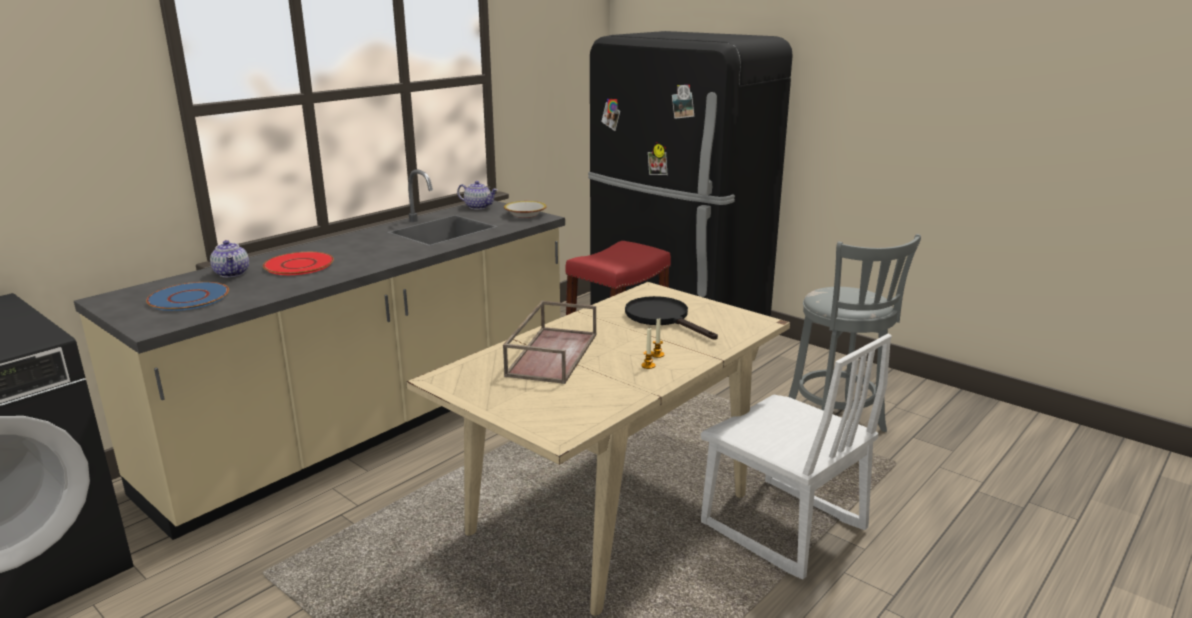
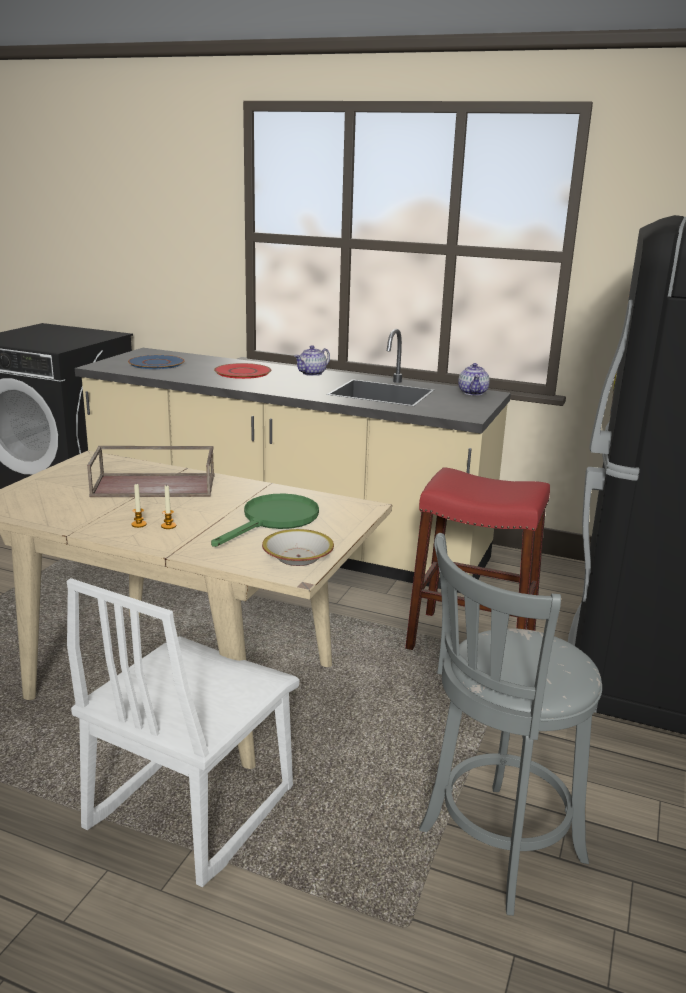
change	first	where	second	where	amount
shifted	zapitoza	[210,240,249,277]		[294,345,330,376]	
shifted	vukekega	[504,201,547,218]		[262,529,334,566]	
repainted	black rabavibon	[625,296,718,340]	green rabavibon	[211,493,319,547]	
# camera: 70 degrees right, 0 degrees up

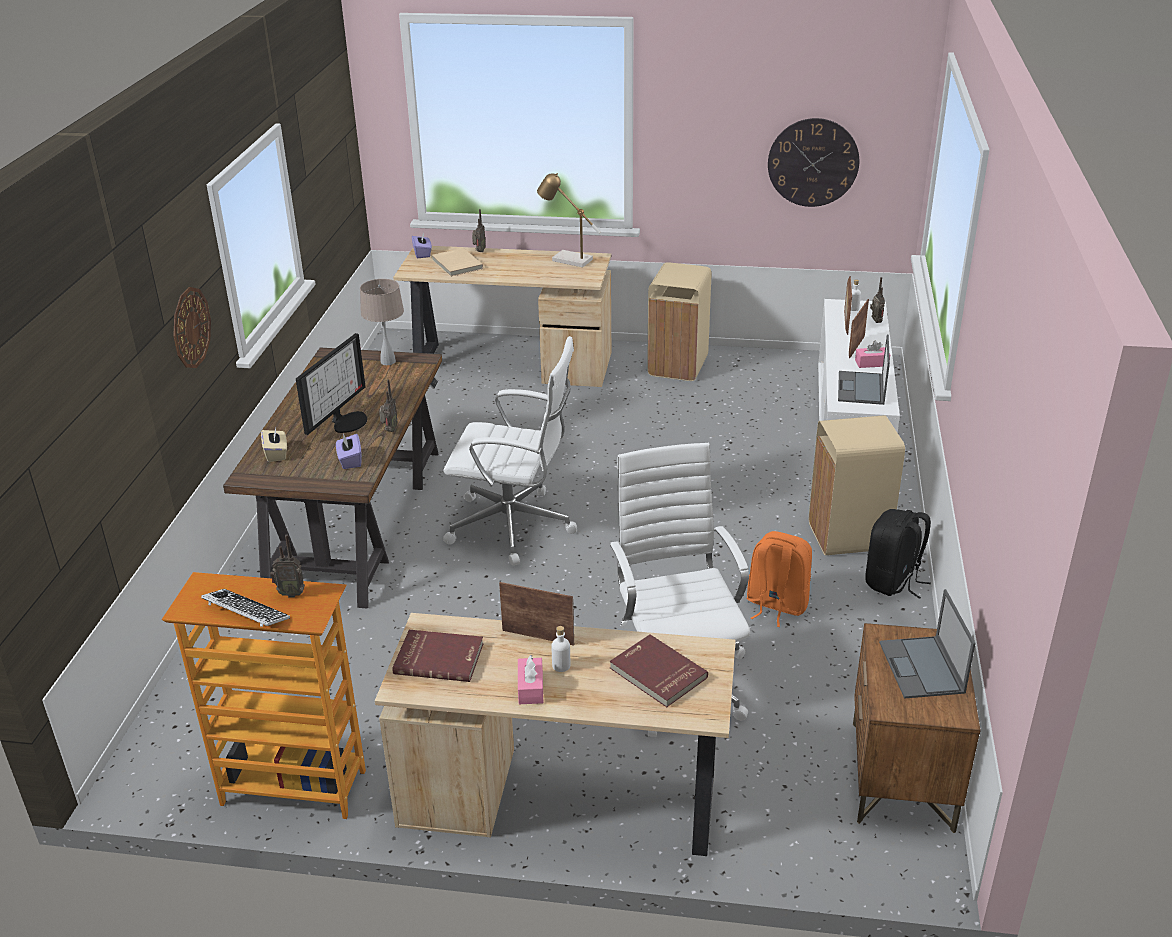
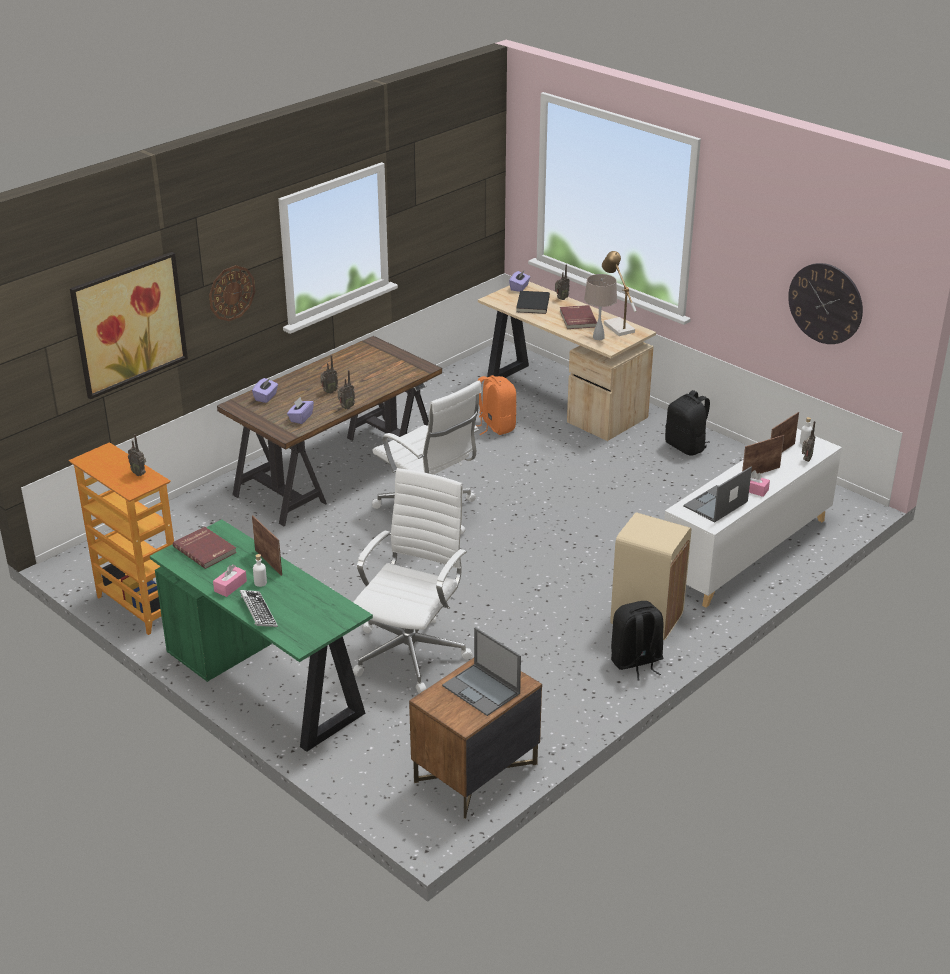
change	first	where	second	where	amount
shifted	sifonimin	[201,589,290,627]		[239,590,278,627]	
repainted	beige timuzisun	[261,428,287,462]	purple timuzisun	[252,378,278,403]	
swapped	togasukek	[296,333,367,435]	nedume	[320,355,338,394]	
shifted	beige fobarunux	[360,279,404,365]		[584,274,617,340]	
repainted	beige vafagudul	[375,613,736,856]	green vafagudul	[150,520,373,752]	
repainted	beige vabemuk	[432,248,484,277]	black vabemuk	[516,291,550,314]	
shifted	red vabemuk	[610,635,708,707]		[560,305,597,329]	
swapped	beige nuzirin	[647,262,711,381]	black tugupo	[665,390,710,456]	
shifted	orange tugupo	[747,531,812,627]		[478,375,516,435]	
rotated	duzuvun	[879,589,976,699]		[442,627,521,716]	75 degrees counterclockwise
new			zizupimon	[70,252,188,399]	
# camera: 35 degrees right, 0 degrees up

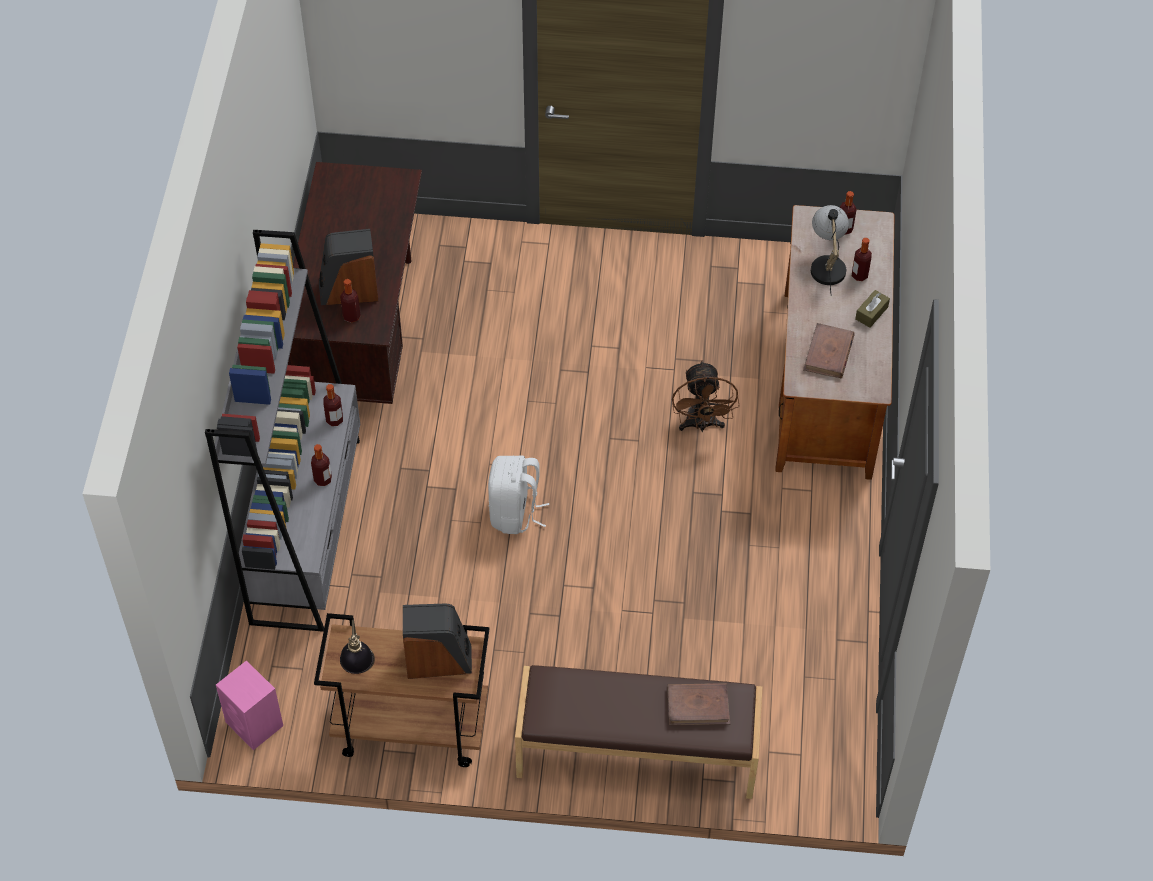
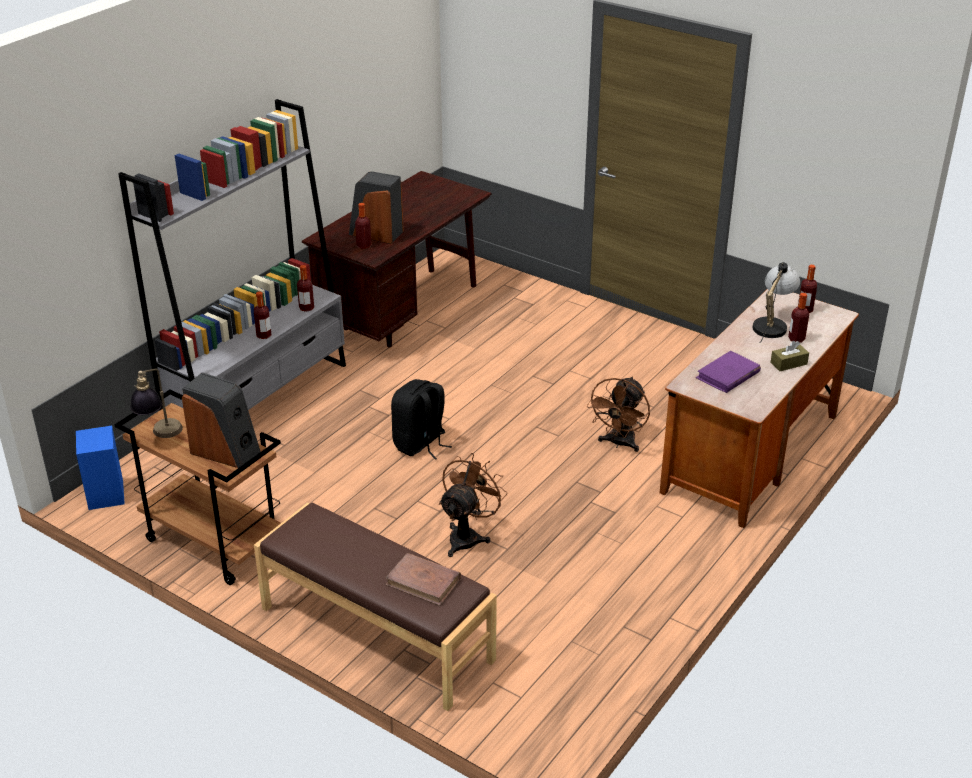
change	first	where	second	where	amount
repainted	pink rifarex	[216,660,283,750]	blue rifarex	[76,426,125,510]	
repainted	white tugupo	[488,456,549,534]	black tugupo	[391,379,452,460]	
repainted	brown vabemuk	[803,323,855,378]	purple vabemuk	[696,351,761,393]	
new			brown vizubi	[439,453,508,557]	
# camera: 30 degrees right, 20 degrees down

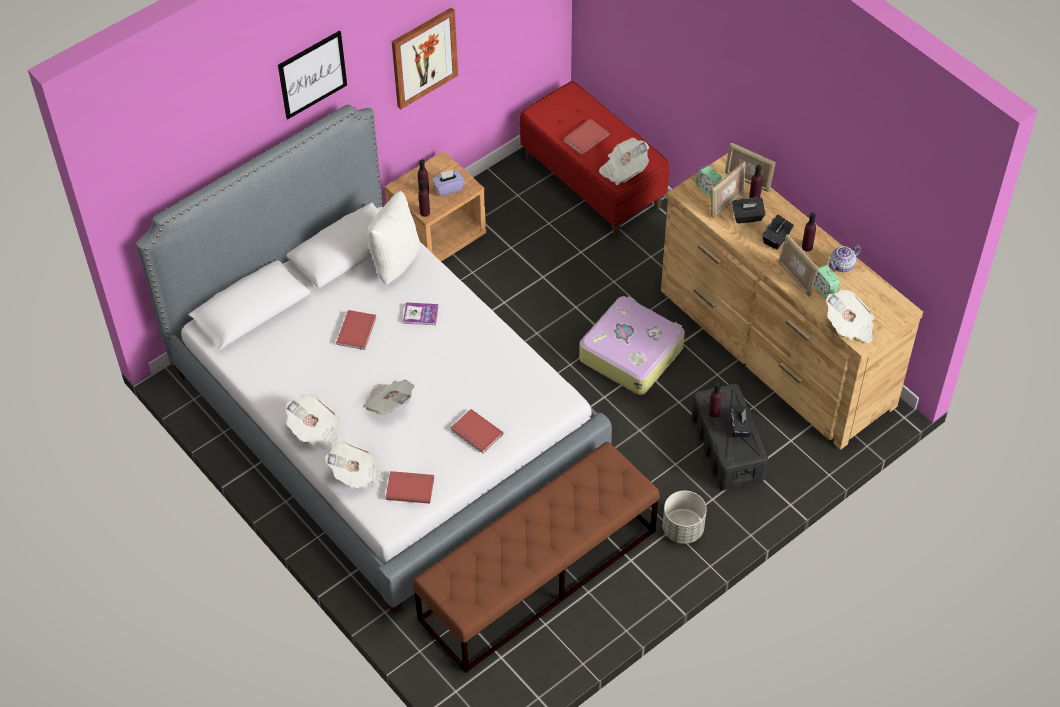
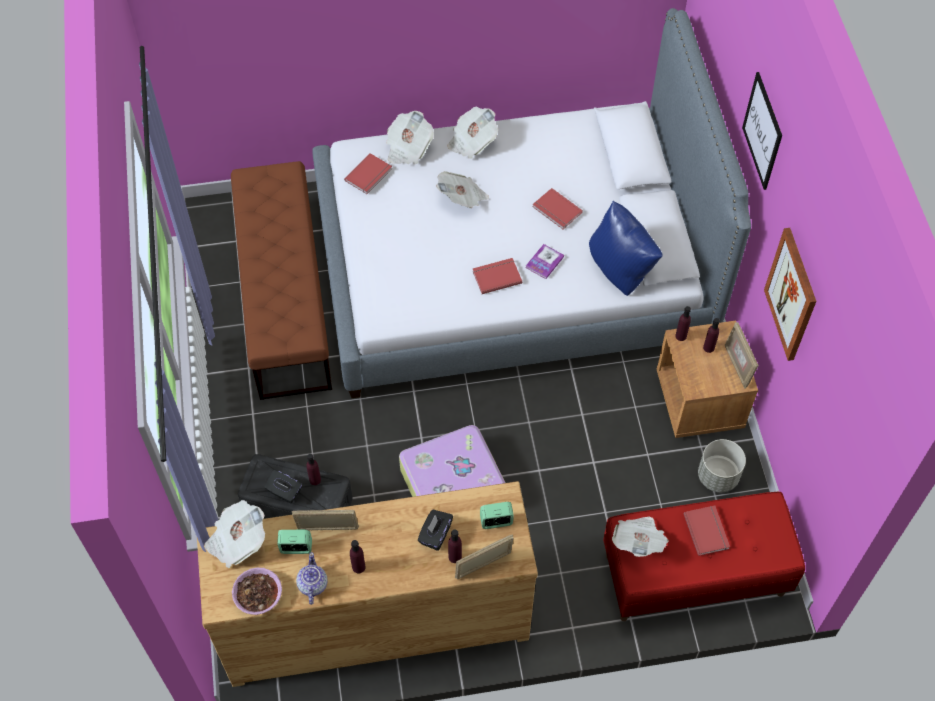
change	first	where	second	where	amount
repainted	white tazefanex	[367,191,420,285]	blue tazefanex	[589,201,663,296]	
gone	purple timuzisun	[432,170,465,196]			
shifted	red vabemuk	[451,409,504,453]		[473,258,522,294]	
shifted	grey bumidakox	[663,491,707,544]		[698,439,746,492]	
shifted	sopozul	[711,162,745,219]		[725,322,759,389]	
gone	black timuzisun	[762,215,794,249]			
new			vukekega	[232,568,282,615]	
# camera: 120 degrees right, 5 degrees up

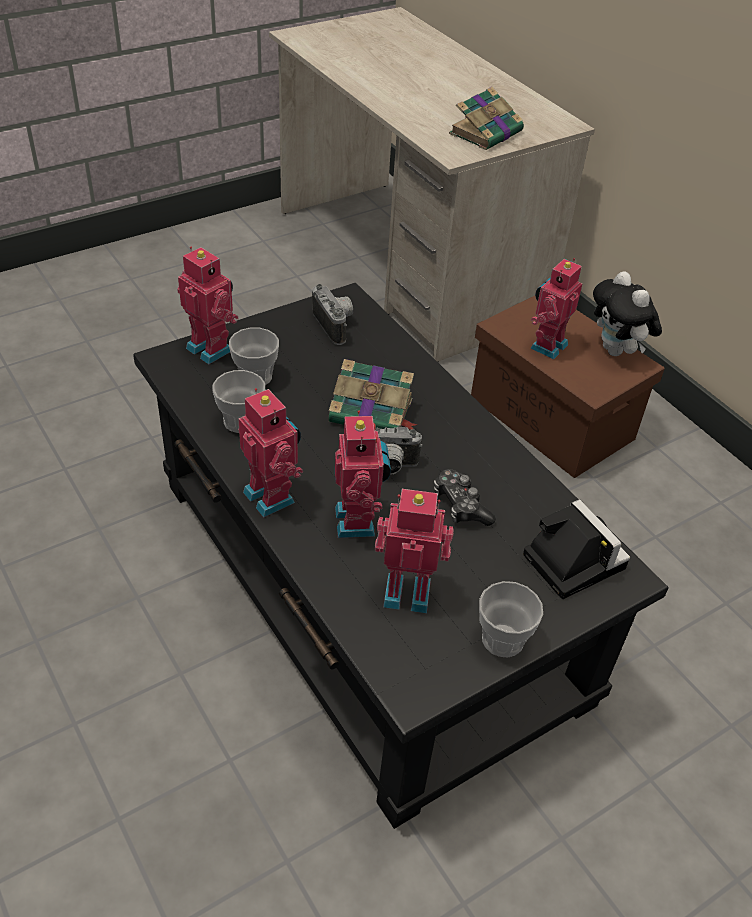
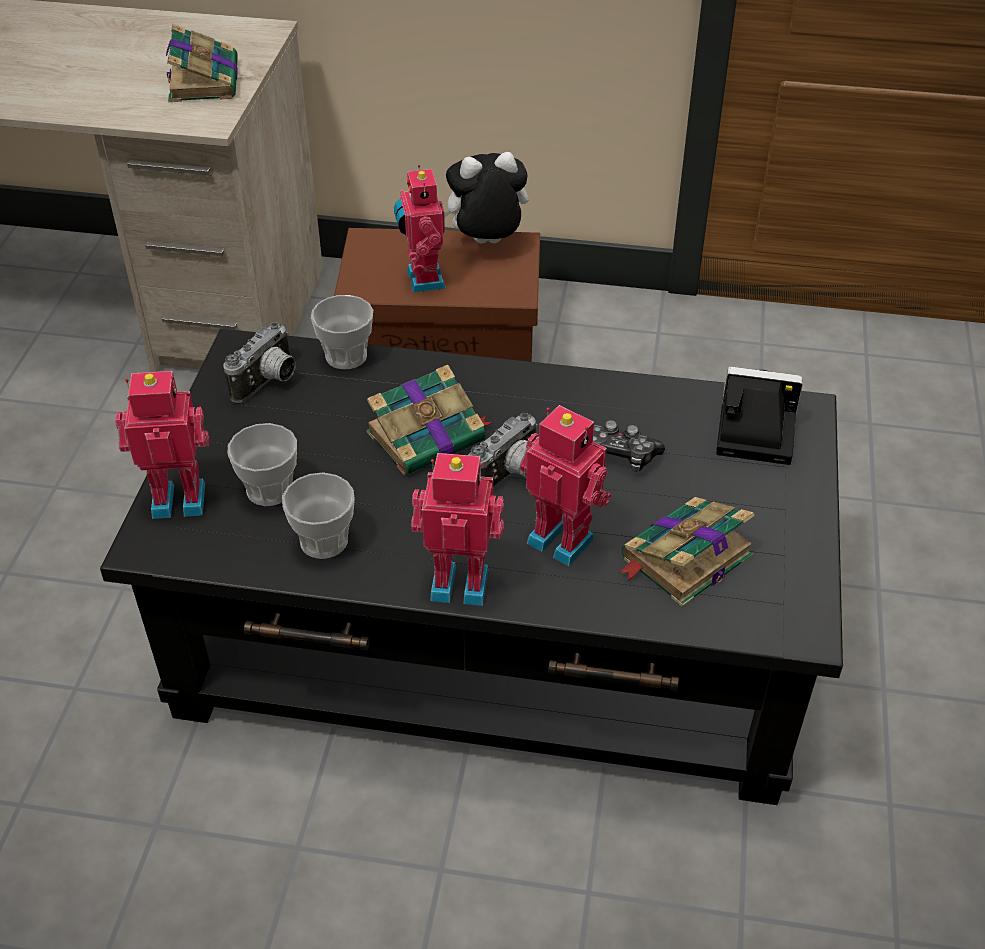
change	first	where	second	where	amount
rotated	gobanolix	[312,284,353,345]		[223,322,296,403]	105 degrees clockwise
swapped	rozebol	[375,489,454,613]	vabemuk	[618,497,755,607]	
shifted	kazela	[479,581,543,657]		[311,295,373,369]	
rotated	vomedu	[593,271,662,356]		[444,152,528,244]	150 degrees clockwise
# camera: 45 degrees left, 0 degrees up

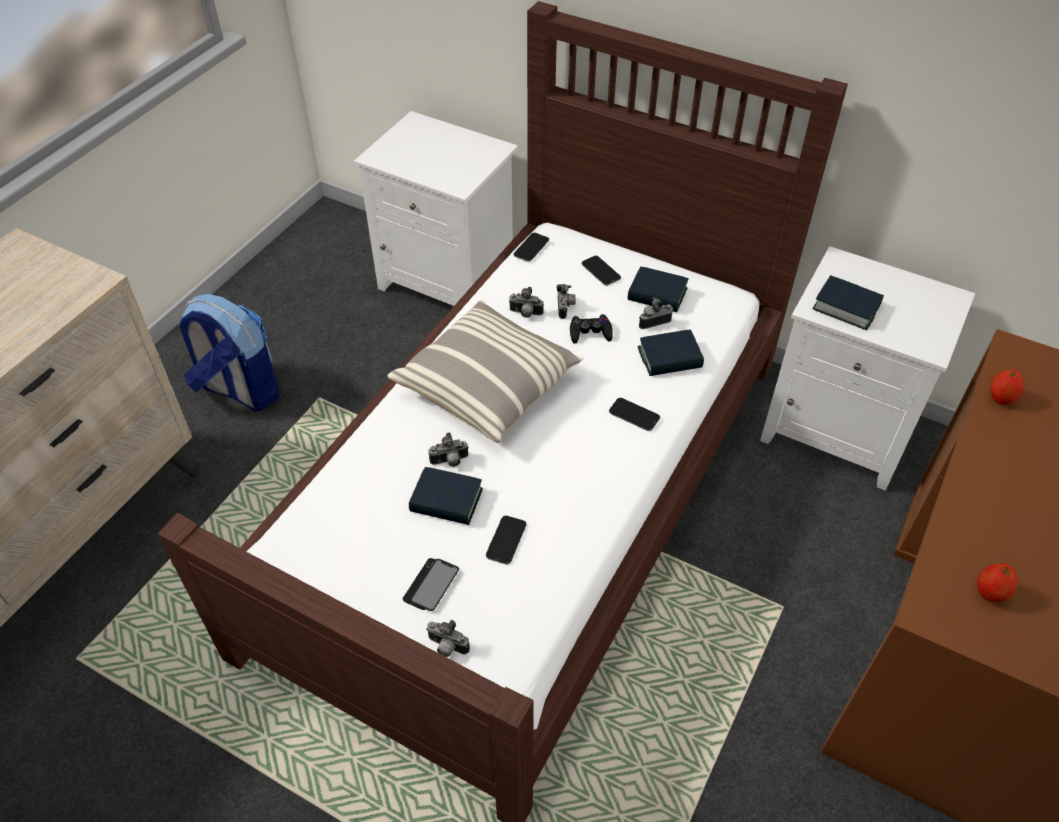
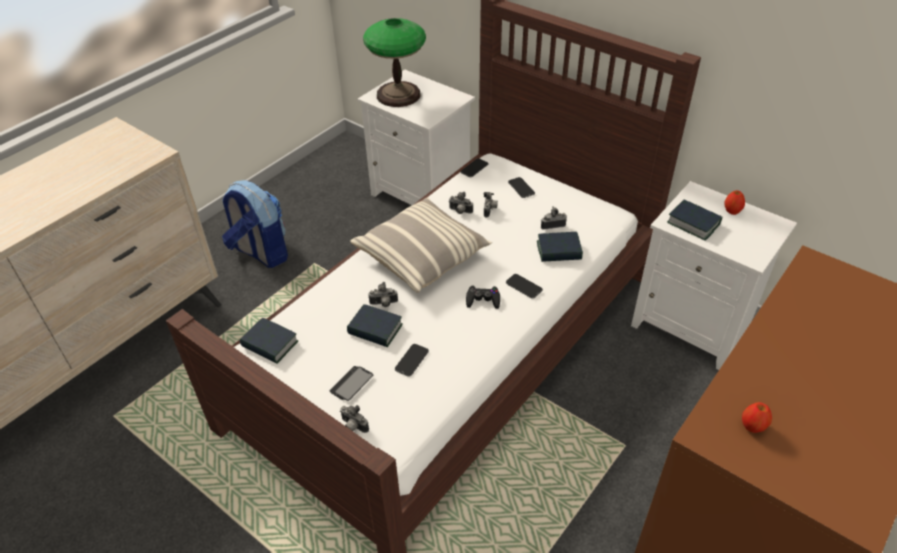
change	first	where	second	where	amount
shifted	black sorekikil	[570,314,613,344]		[466,285,500,309]	
shifted	vabemuk	[628,267,689,312]		[240,318,298,364]	
shifted	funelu	[991,369,1024,405]		[725,190,745,215]	
new			fobarunux	[363,18,426,107]	
# camera: 10 degrees right, 5 degrees down

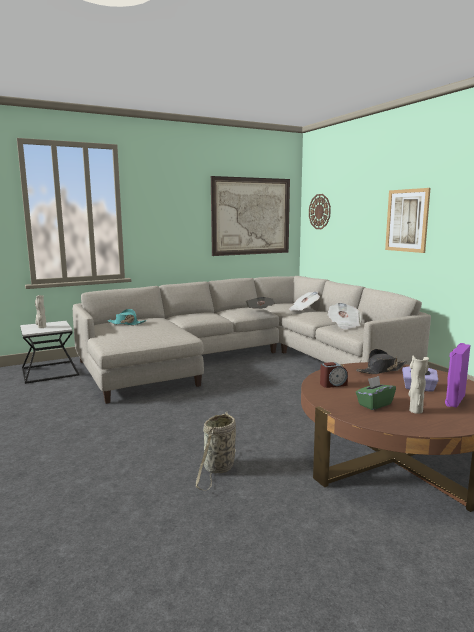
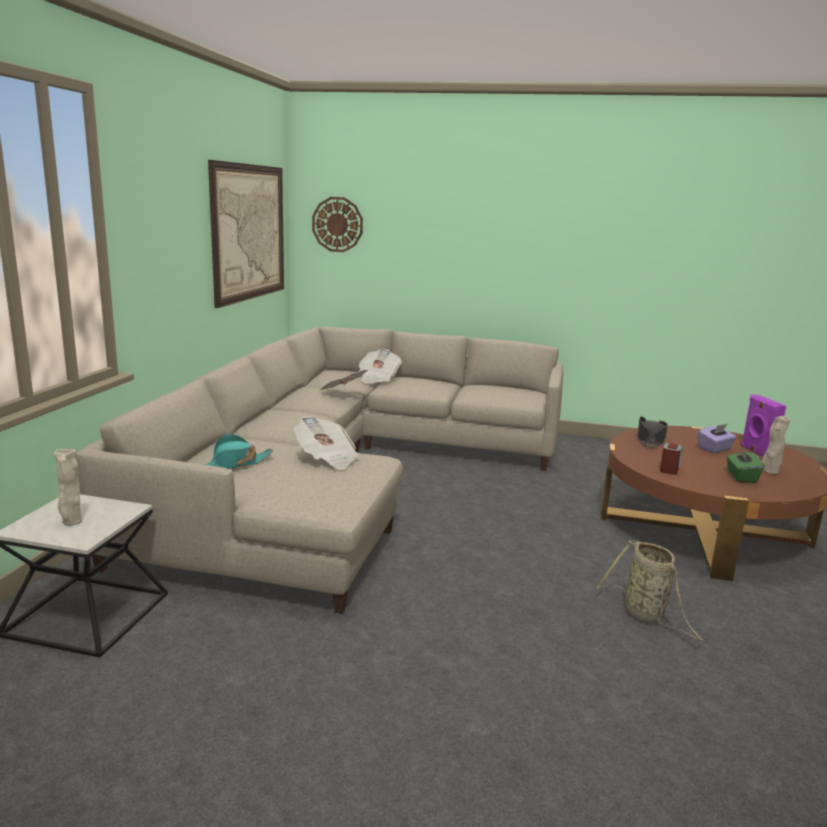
change	first	where	second	where	amount
shifted	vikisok	[327,302,361,330]		[294,416,360,470]	
gone	zizupimon	[385,188,431,253]			
# camera: 50 degrees left, 5 degrees up

